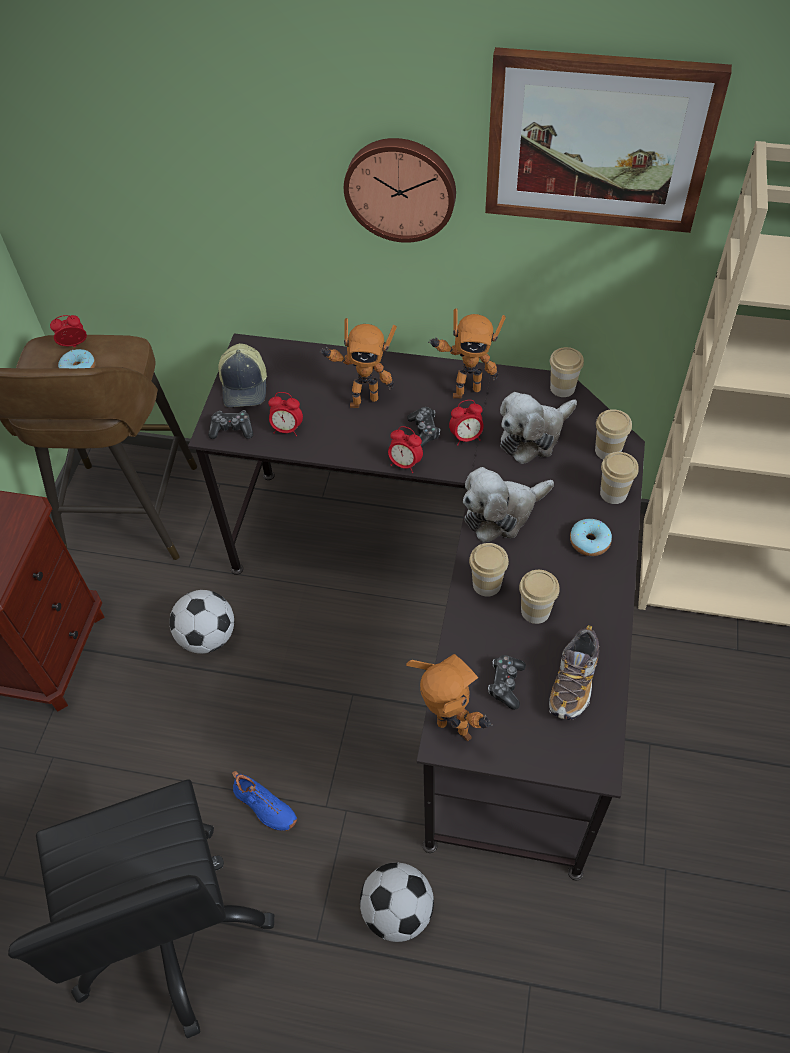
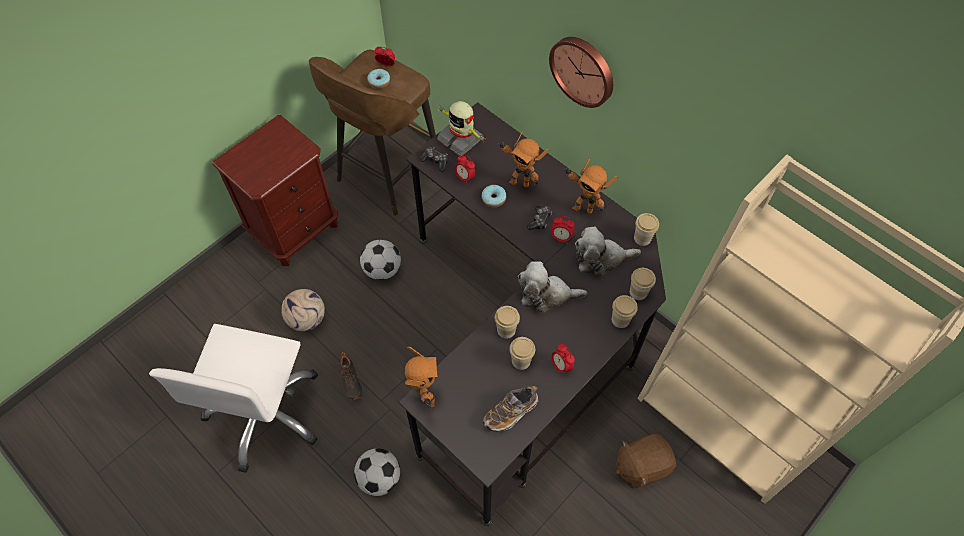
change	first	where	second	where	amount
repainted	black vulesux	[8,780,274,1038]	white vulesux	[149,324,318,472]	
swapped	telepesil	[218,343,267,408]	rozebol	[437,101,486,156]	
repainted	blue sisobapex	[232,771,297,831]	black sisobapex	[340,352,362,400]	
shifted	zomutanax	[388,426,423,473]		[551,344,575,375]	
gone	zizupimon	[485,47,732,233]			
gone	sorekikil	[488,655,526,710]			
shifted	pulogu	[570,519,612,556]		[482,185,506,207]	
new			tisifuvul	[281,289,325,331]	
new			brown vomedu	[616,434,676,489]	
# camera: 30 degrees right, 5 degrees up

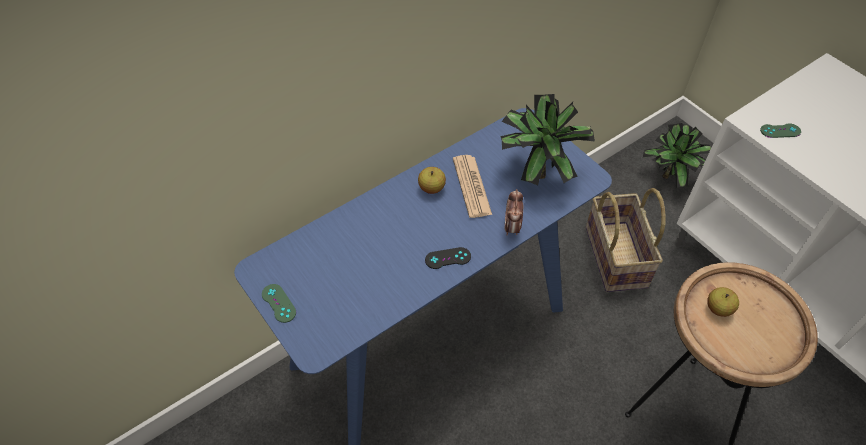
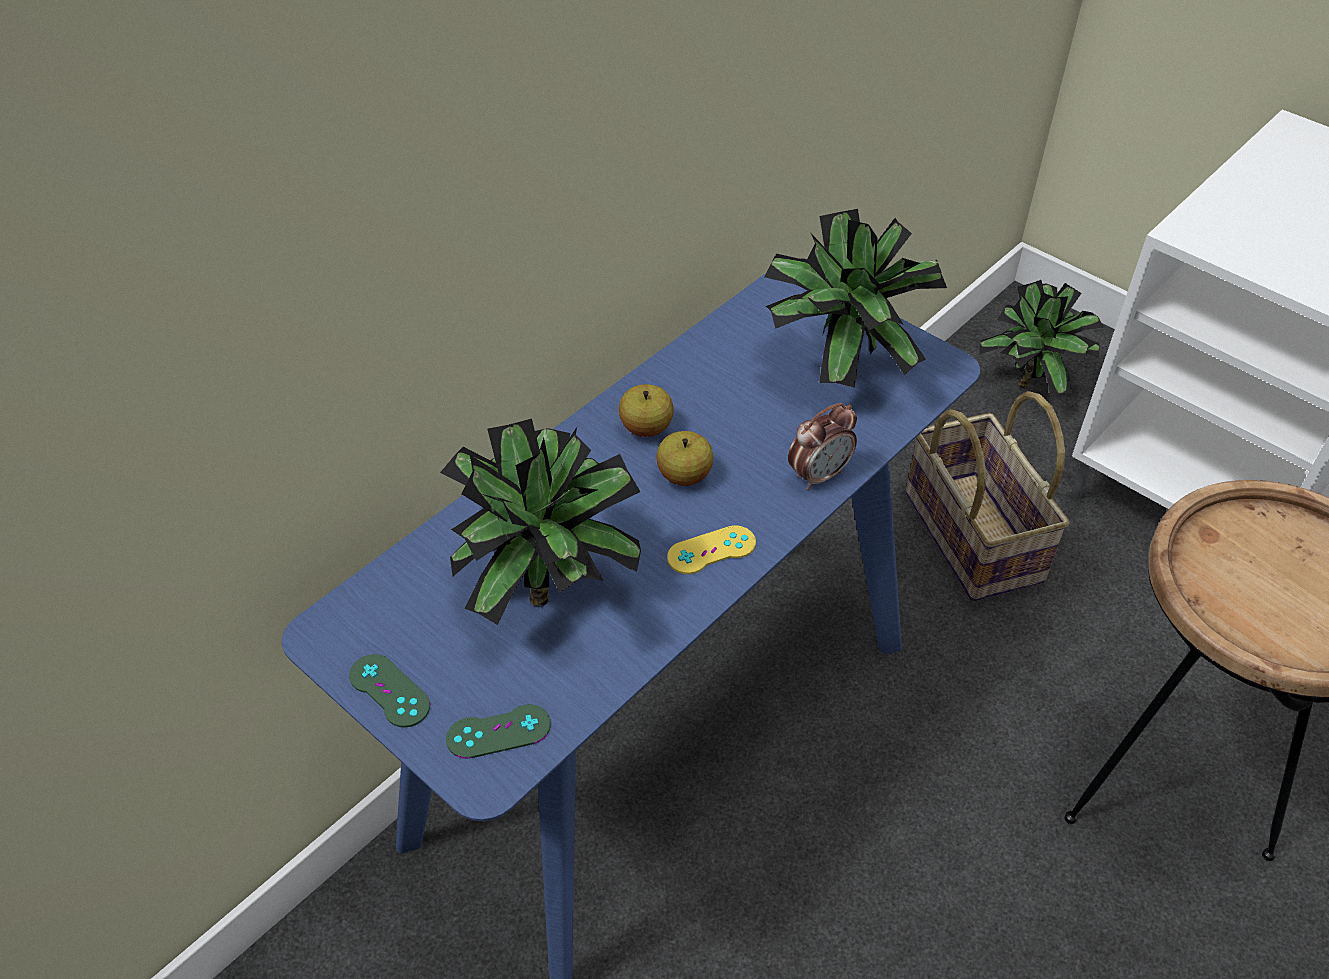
change	first	where	second	where	amount
repainted	black sorekikil	[425,247,471,269]	yellow sorekikil	[667,525,756,574]	
gone	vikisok	[453,155,492,218]			
rotated	zomutanax	[505,189,523,235]		[788,403,857,490]	120 degrees counterclockwise
shifted	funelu	[707,287,739,317]		[656,431,713,486]	
shifted	green sorekikil	[760,123,801,138]		[446,704,551,759]	
new			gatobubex	[440,419,641,625]	
# camera: 10 degrees left, 5 degrees down

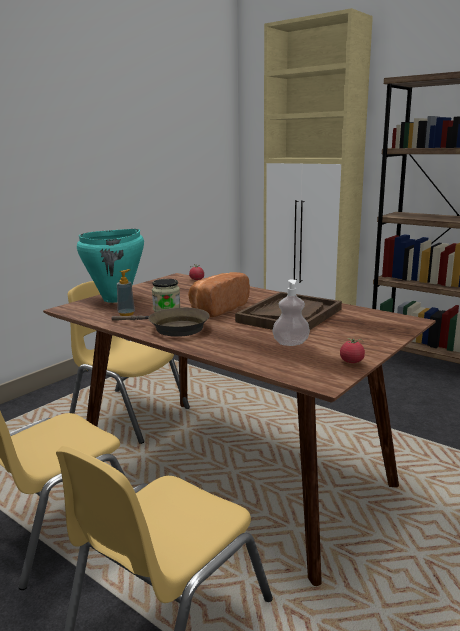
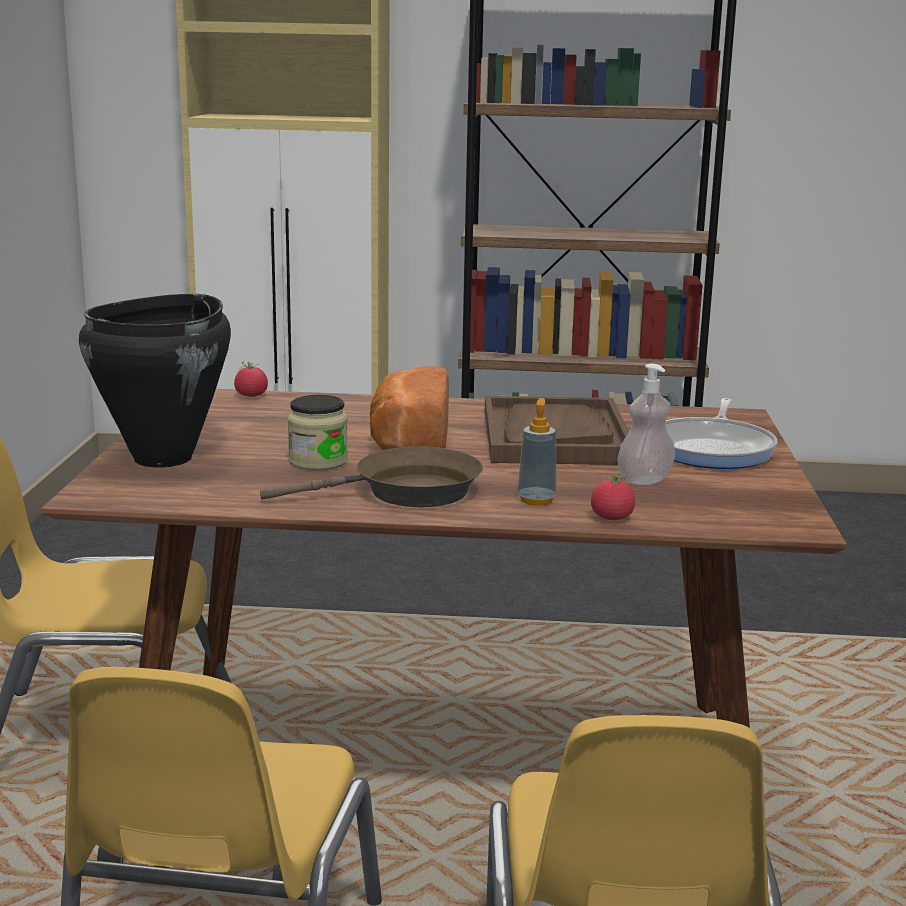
change	first	where	second	where	amount
repainted	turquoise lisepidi	[77,229,144,303]	black lisepidi	[79,294,231,467]	
shifted	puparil	[117,269,135,316]		[517,398,556,506]	
shifted	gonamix	[340,338,365,363]		[591,474,635,520]	
new			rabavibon	[666,398,777,469]	
# camera: 35 degrees left, 0 degrees up

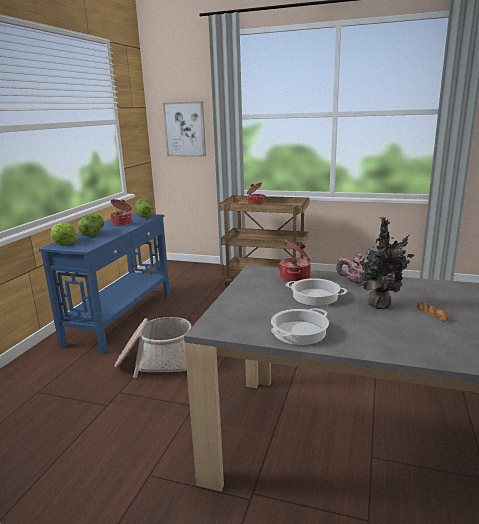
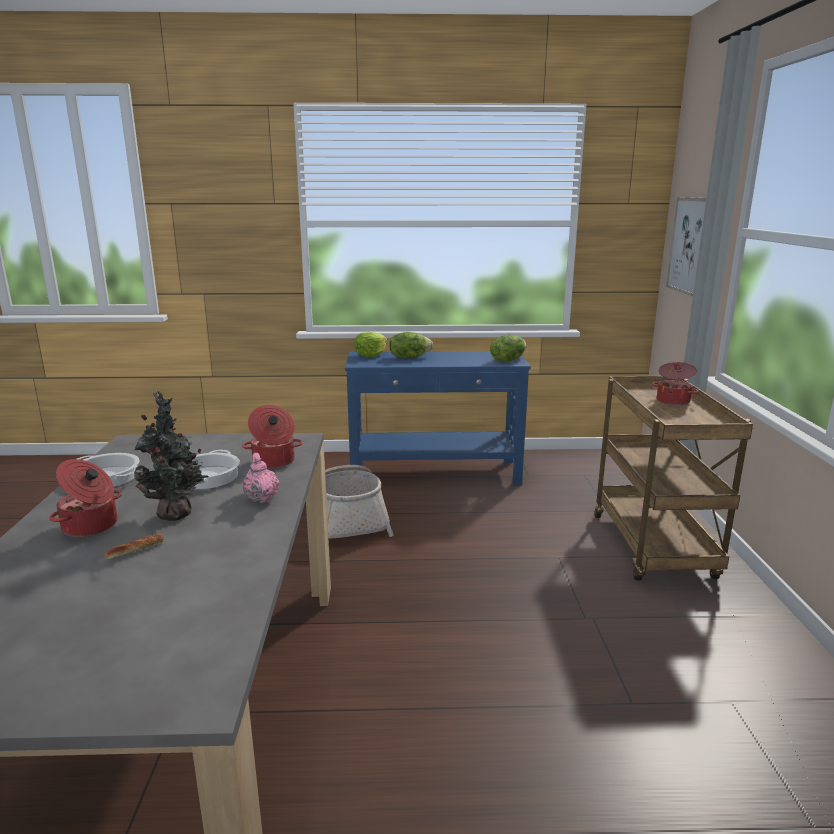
change	first	where	second	where	amount
shifted	lisepidi	[111,199,132,226]		[49,459,122,537]	
# camera: 70 degrees right, 0 degrees up

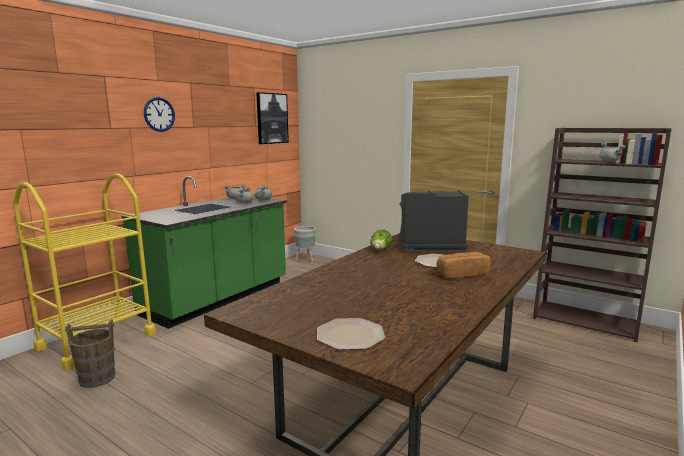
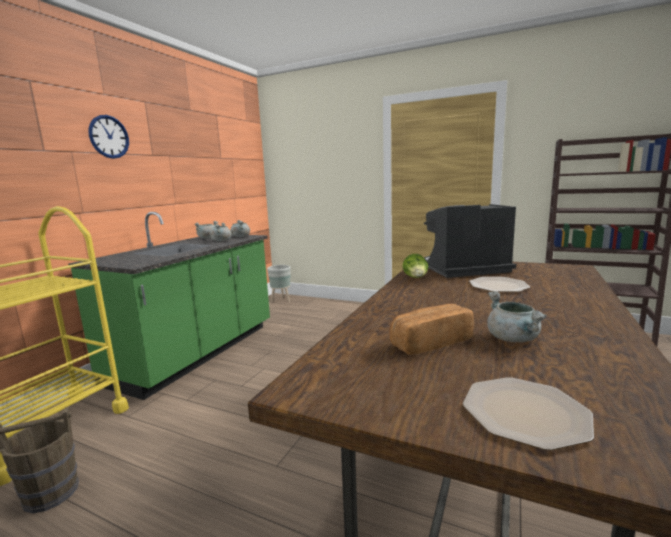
change	first	where	second	where	amount
gone	zizupimon	[256,92,289,144]			
shifted	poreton	[436,252,491,278]		[389,304,474,355]	
shifted	grey lisepidi	[599,142,626,162]		[487,291,547,342]	
# camera: 10 degrees left, 0 degrees up

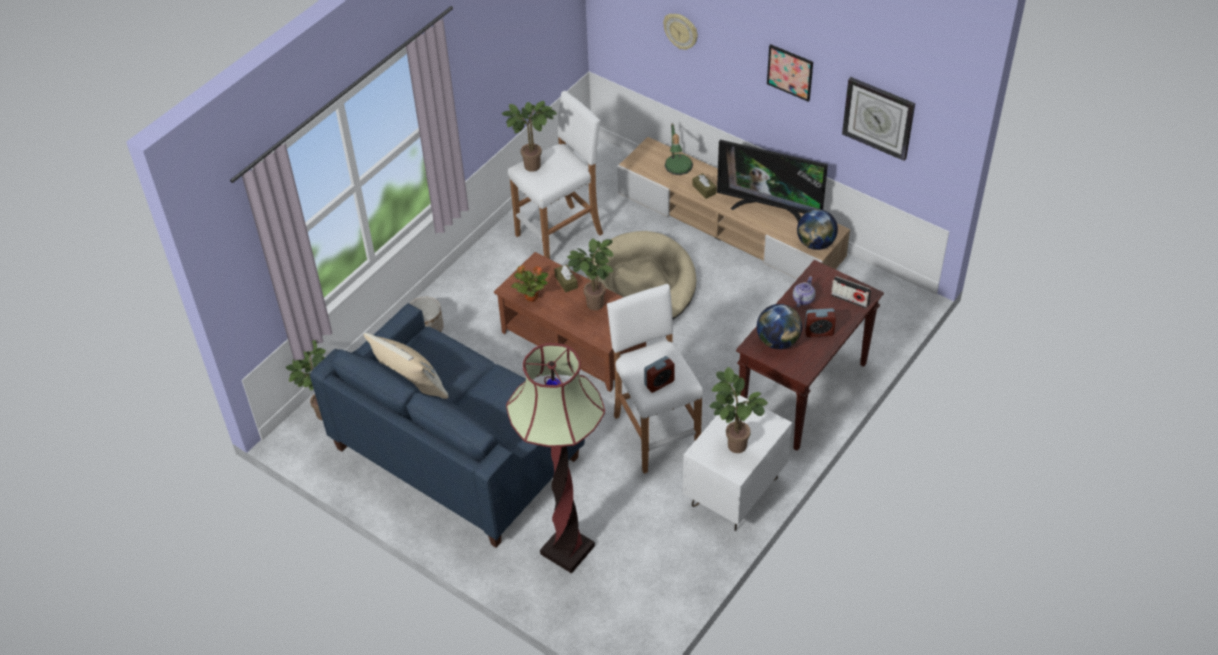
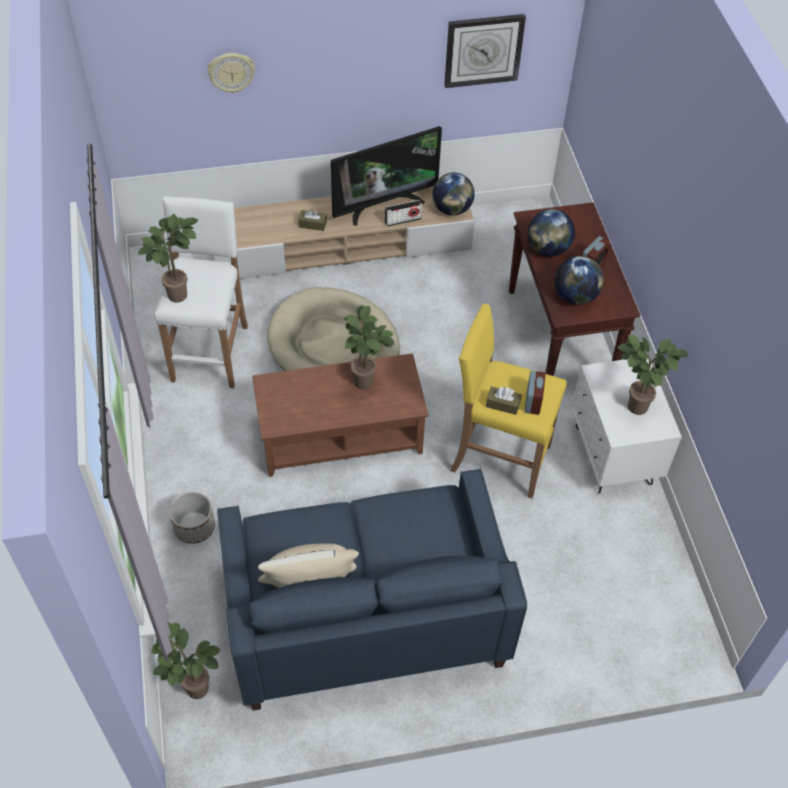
change	first	where	second	where	amount
gone	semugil	[506,343,605,574]			
gone	gatobubex	[511,265,548,302]			
shifted	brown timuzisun	[554,264,578,292]		[486,386,522,415]	
repainted	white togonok	[607,284,703,474]	yellow togonok	[450,304,567,499]	
gone	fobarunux	[664,123,693,175]			
gone	zizupimon	[767,44,813,102]			
swapped	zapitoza	[793,276,816,307]	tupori	[528,209,575,257]	
shifted	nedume	[831,276,871,308]		[385,200,422,227]	
# camera: 50 degrees left, 5 degrees up

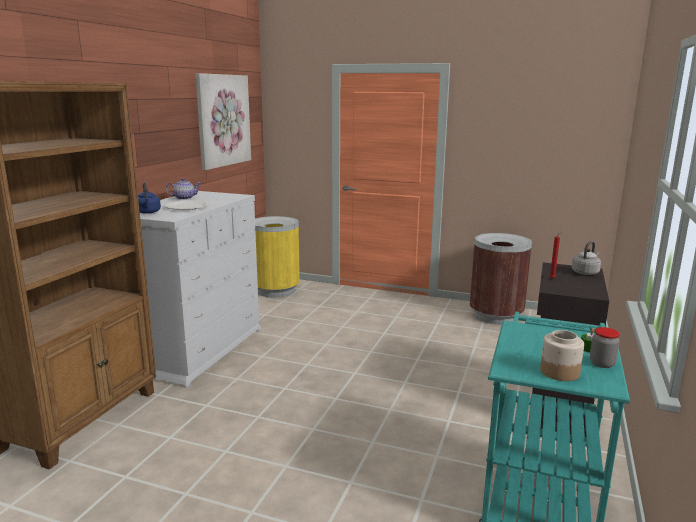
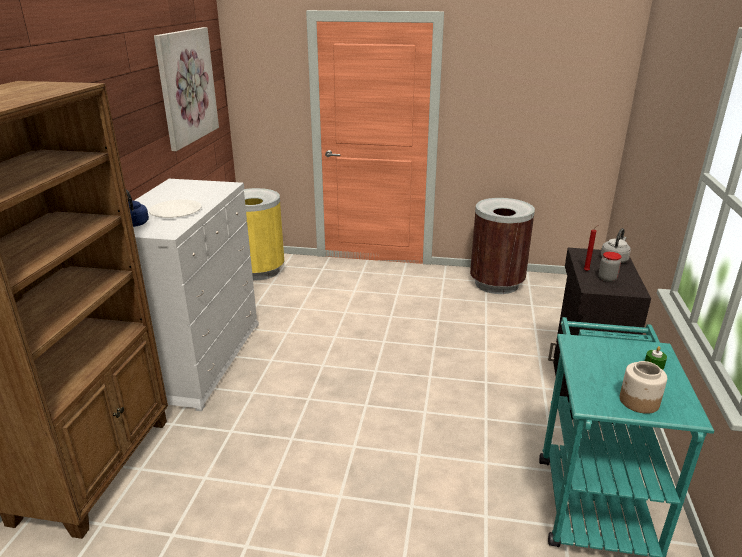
change	first	where	second	where	amount
gone	zapitoza	[166,178,201,200]			
shifted	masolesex	[590,327,620,368]		[599,252,622,282]	
# camera: 10 degrees left, 10 degrees up

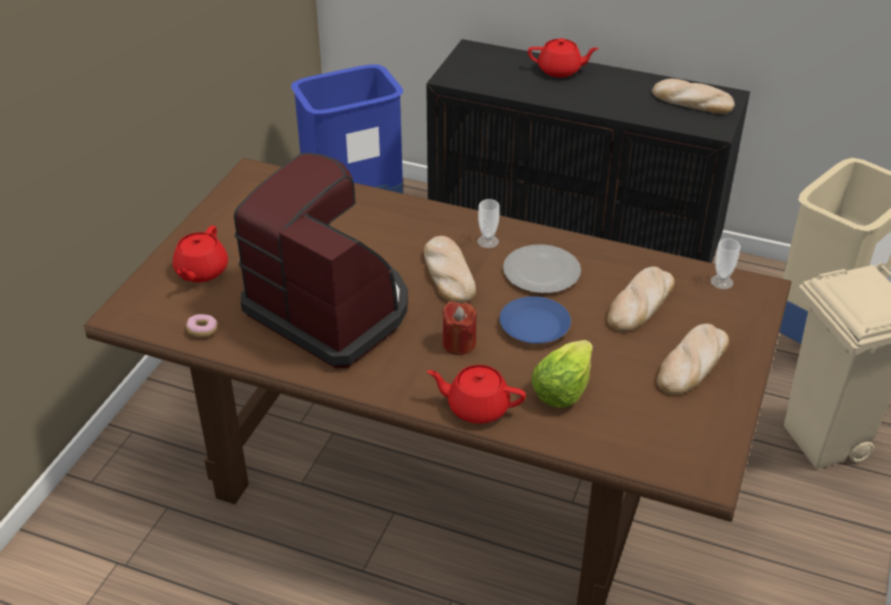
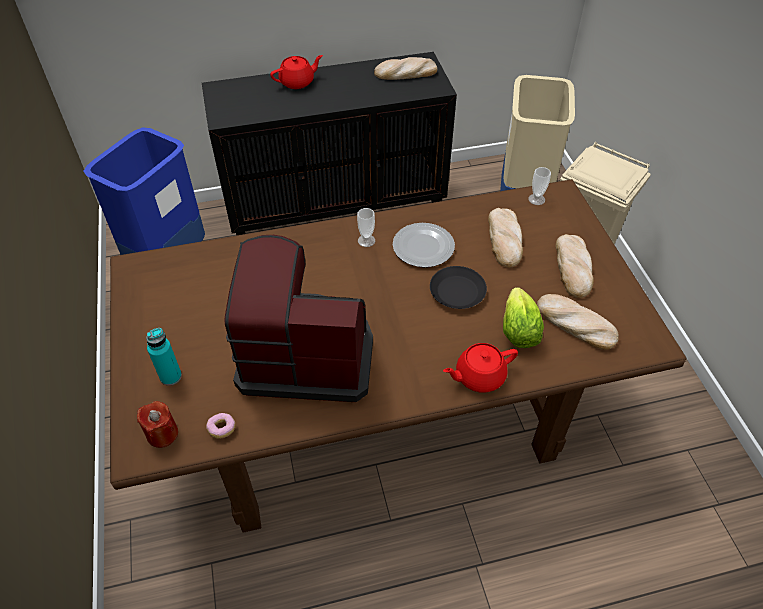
change	first	where	second	where	amount
swapped	red zapitoza	[173,226,228,282]	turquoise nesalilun	[146,328,182,386]	
shifted	poreton	[424,236,476,303]		[537,294,619,350]	
shifted	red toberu	[442,301,477,355]		[137,401,178,448]	
repainted	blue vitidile	[500,296,571,344]	black vitidile	[430,266,487,309]	
# camera: 35 degrees left, 10 degrees up

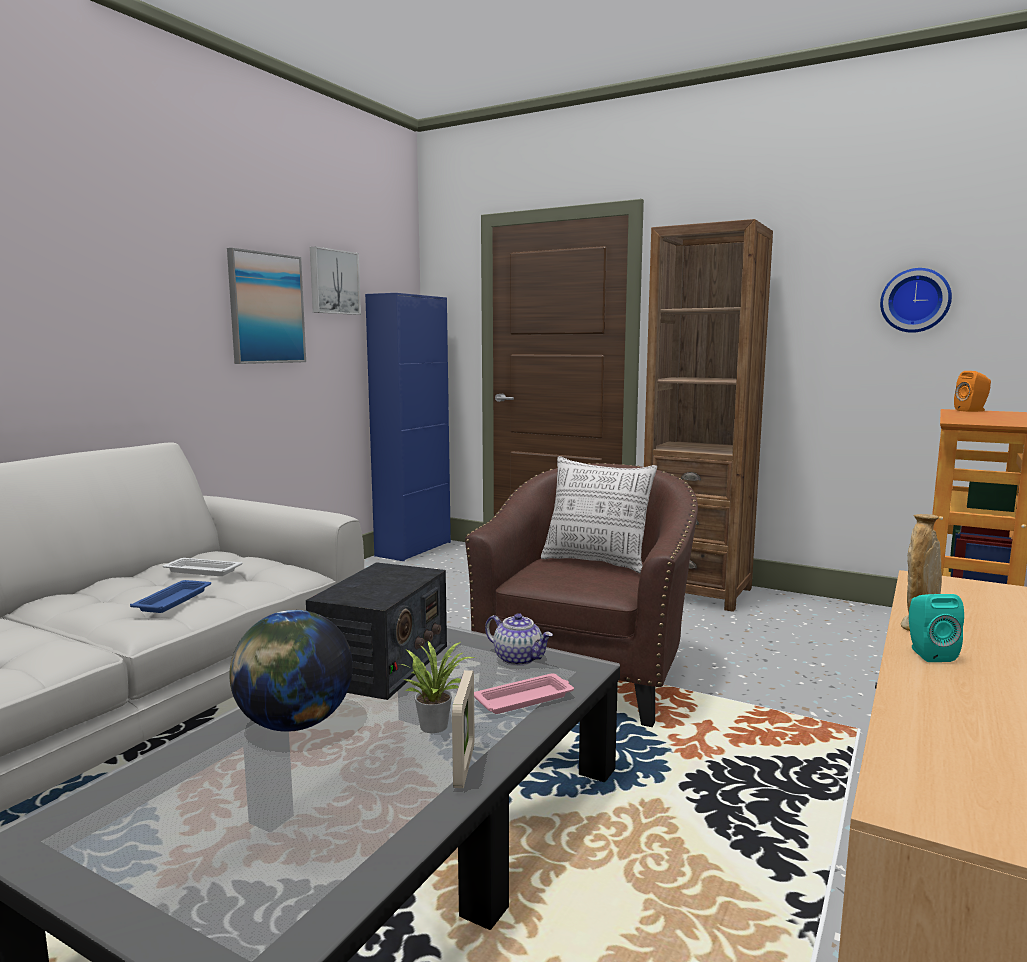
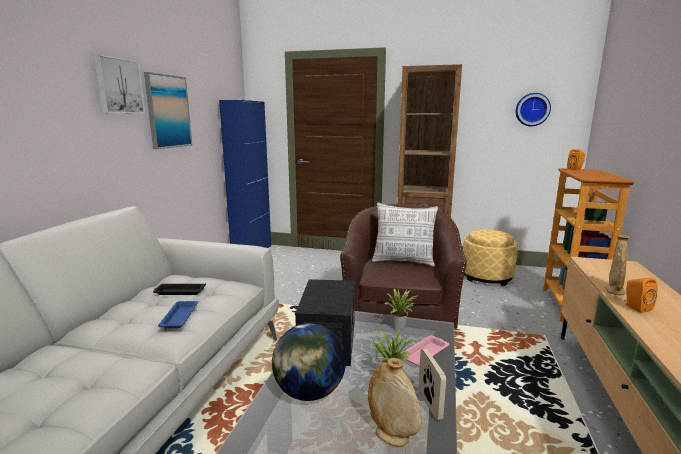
change	first	where	second	where	amount
repainted	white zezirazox	[163,558,242,576]	black zezirazox	[153,283,206,295]	
shifted	zizupimon	[310,246,361,315]		[93,55,146,114]	
swapped	zapitoza	[485,613,553,666]	gatobubex	[385,288,417,330]	
repainted	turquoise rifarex	[909,594,964,662]	orange rifarex	[624,278,658,313]	
new			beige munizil	[368,358,422,447]	
new			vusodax	[463,229,518,286]	
# camera: 15 degrees left, 5 degrees up

